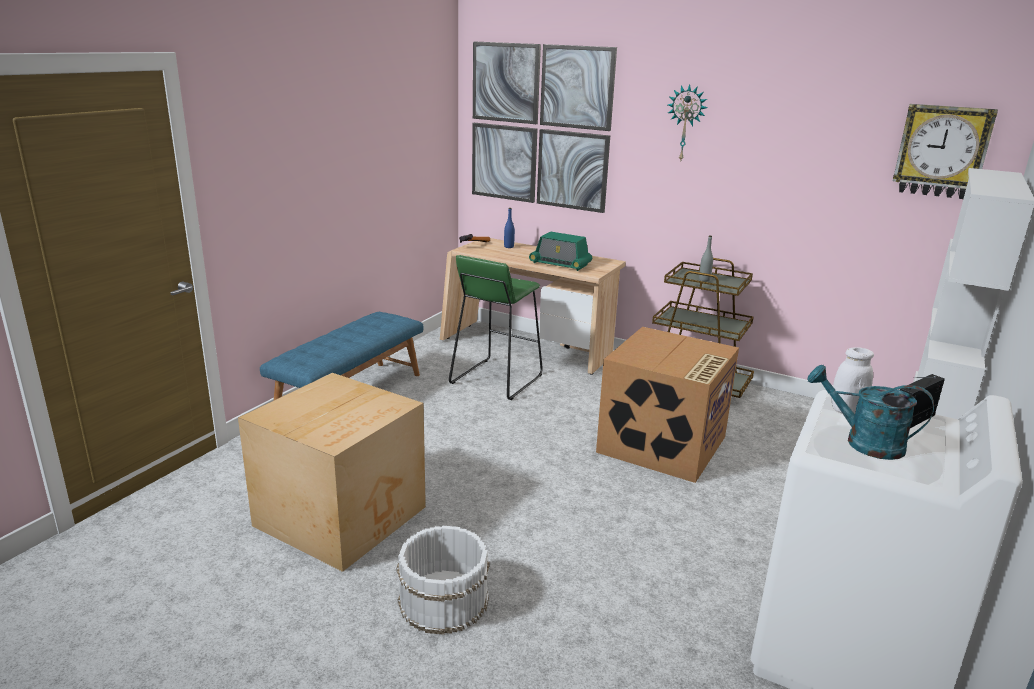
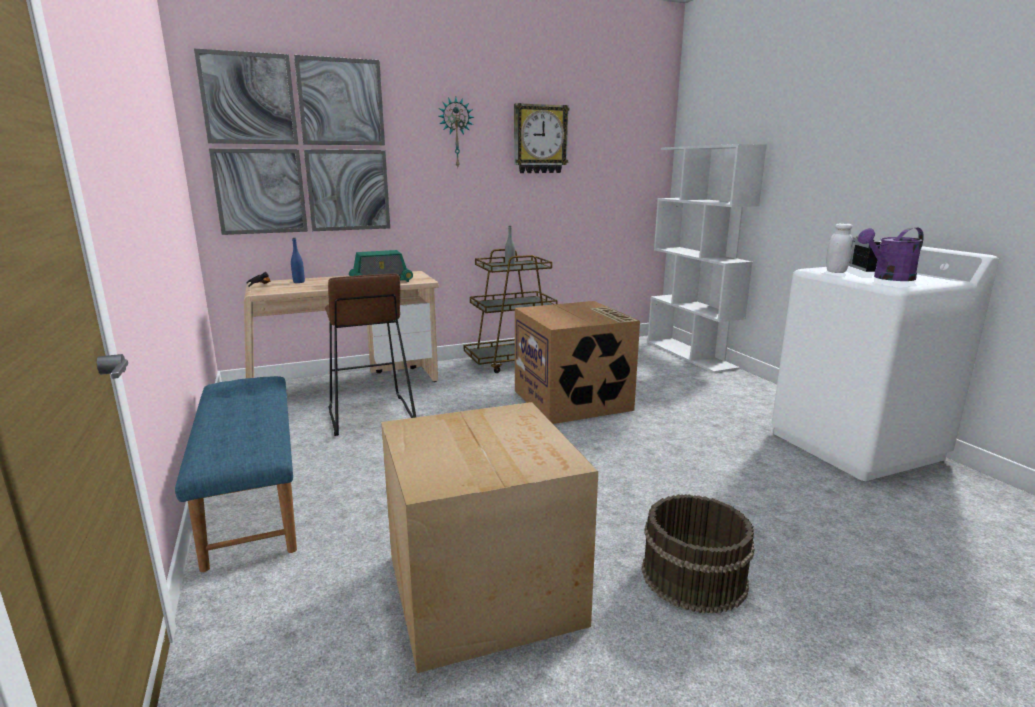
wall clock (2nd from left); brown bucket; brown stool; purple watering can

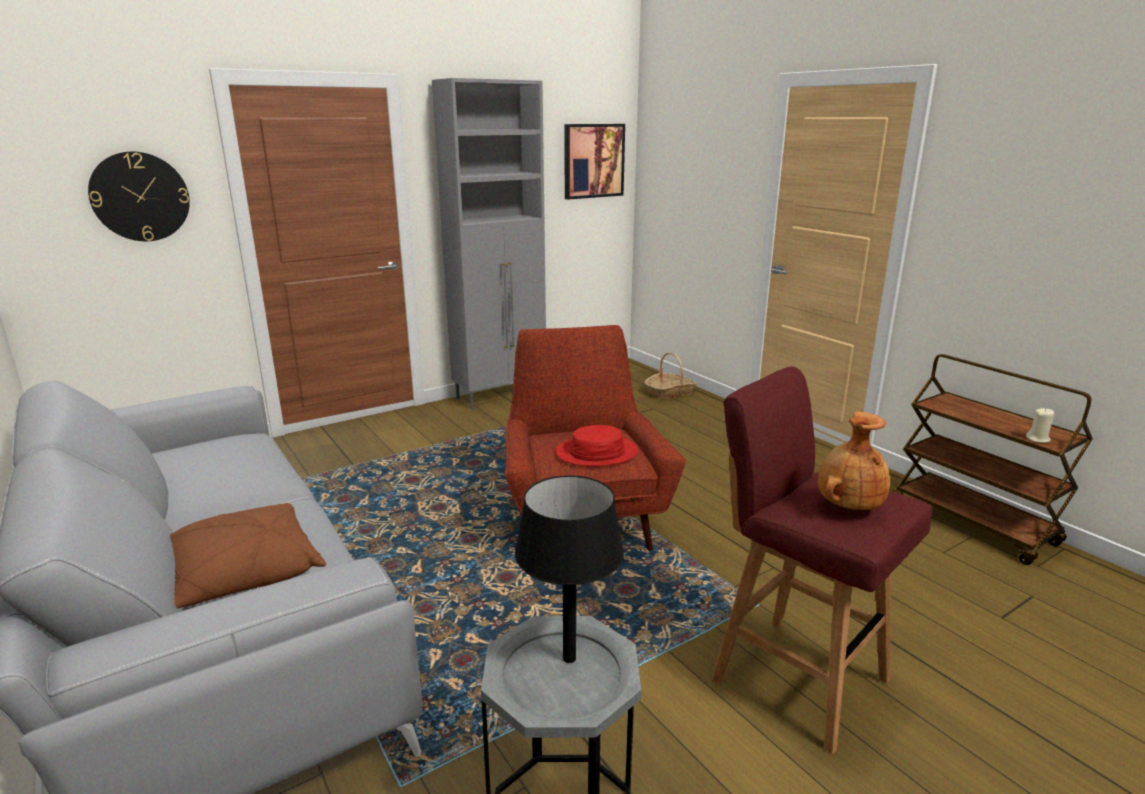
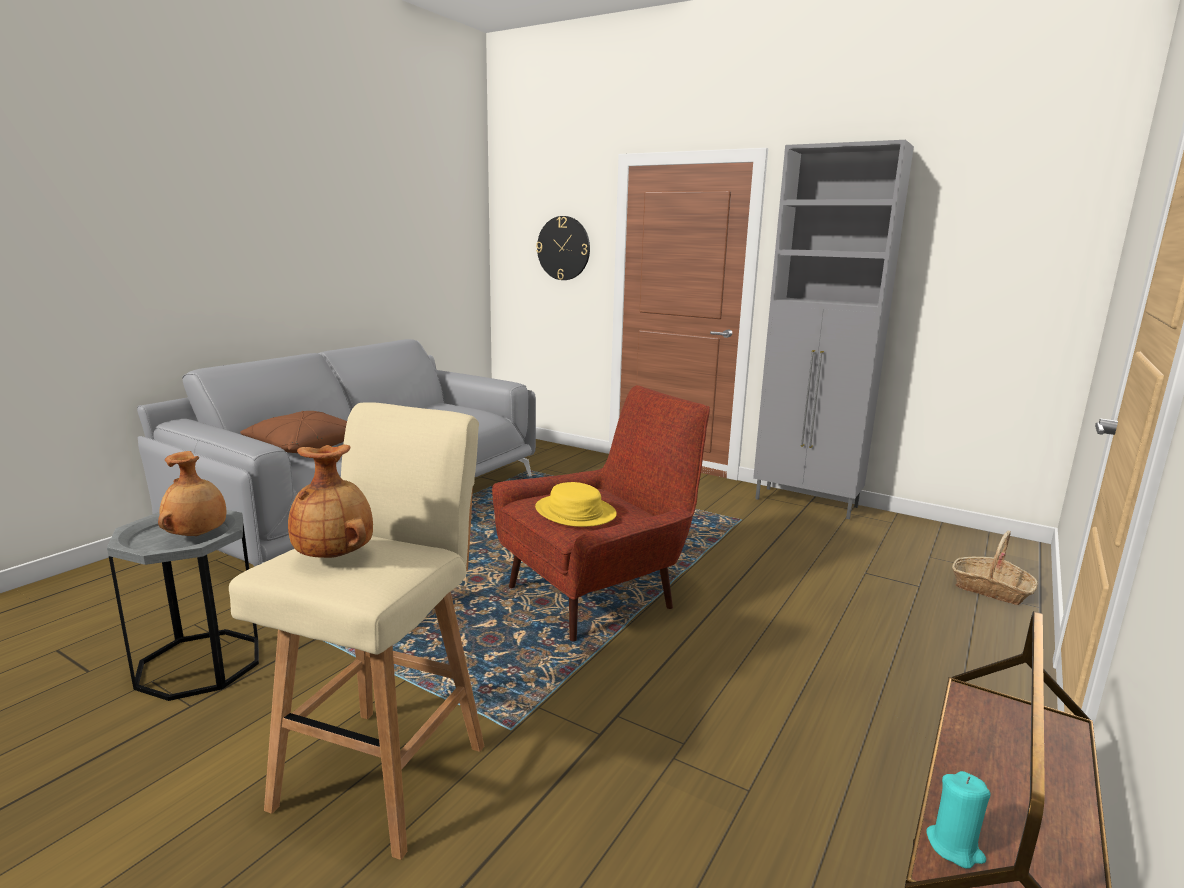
picture; brown vase (1st from left); yellow hat; beige stool; turquoise candle

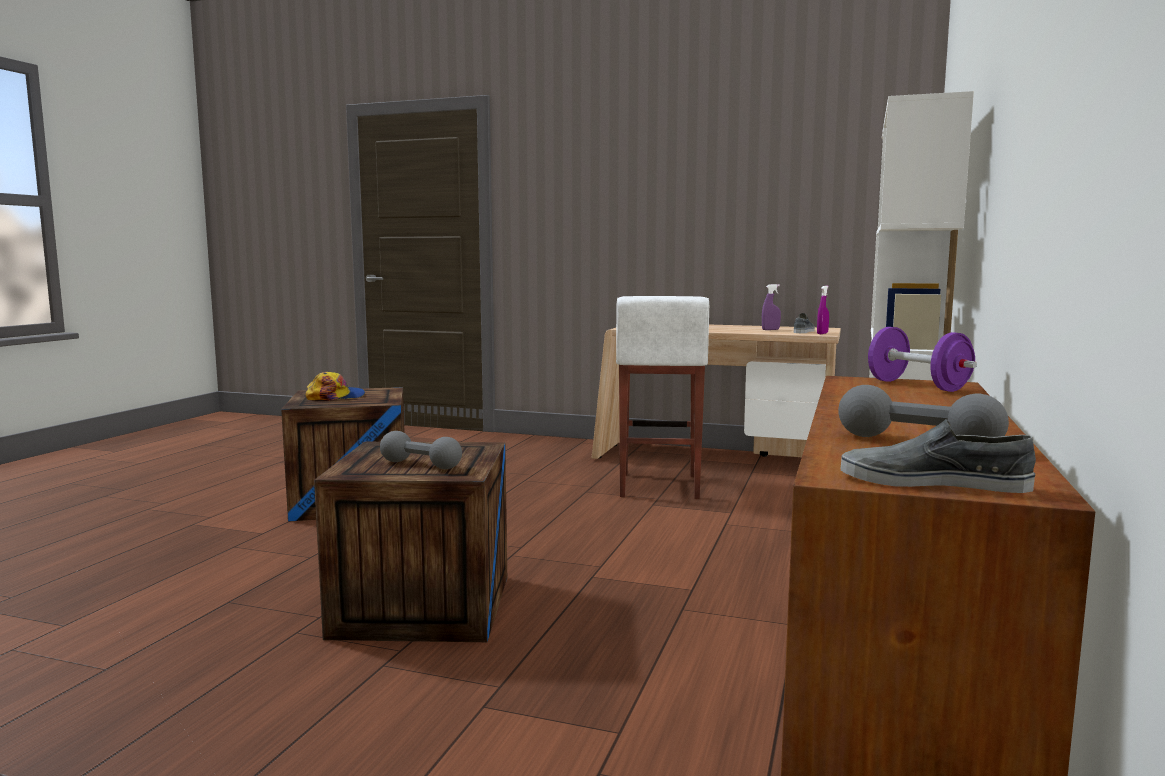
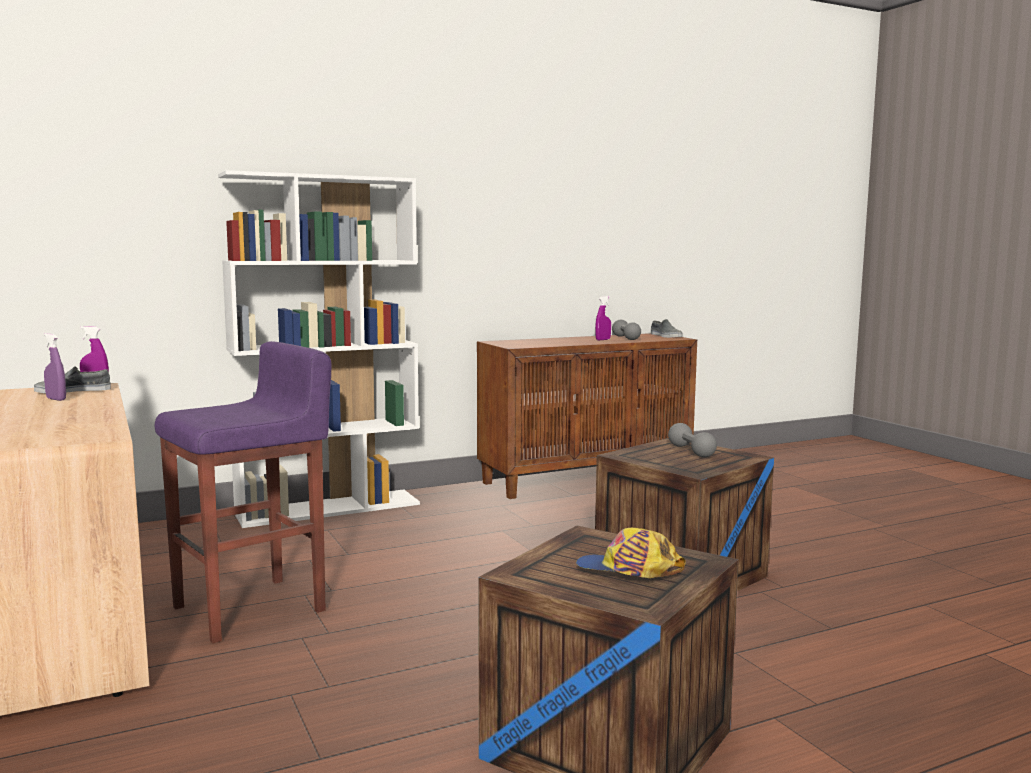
purple dumbbell; purple spray bottle (3rd from left); purple stool

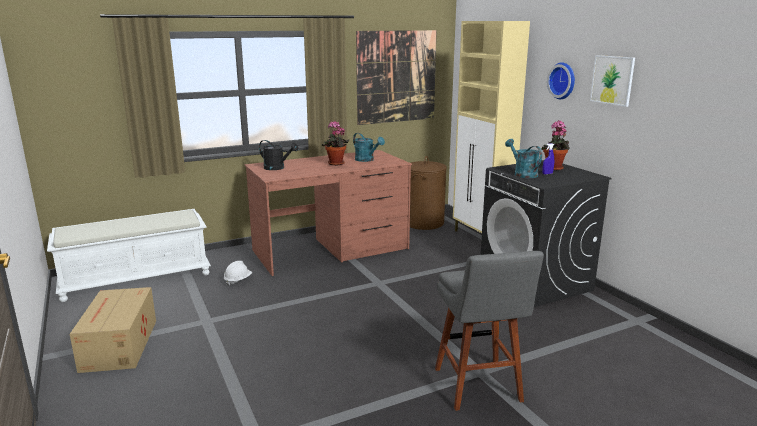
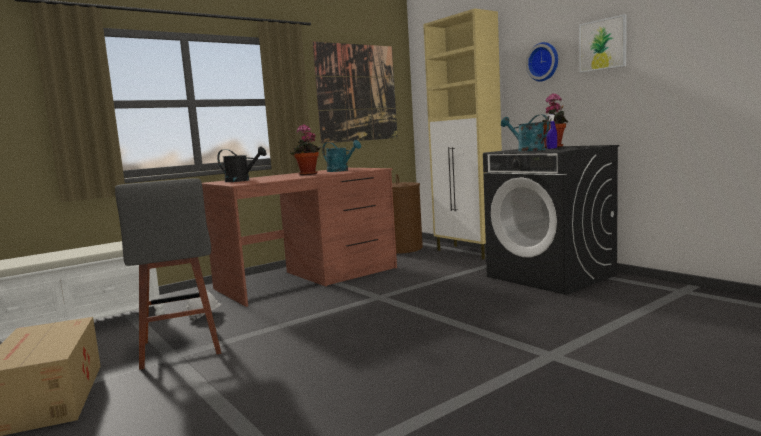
grey stool

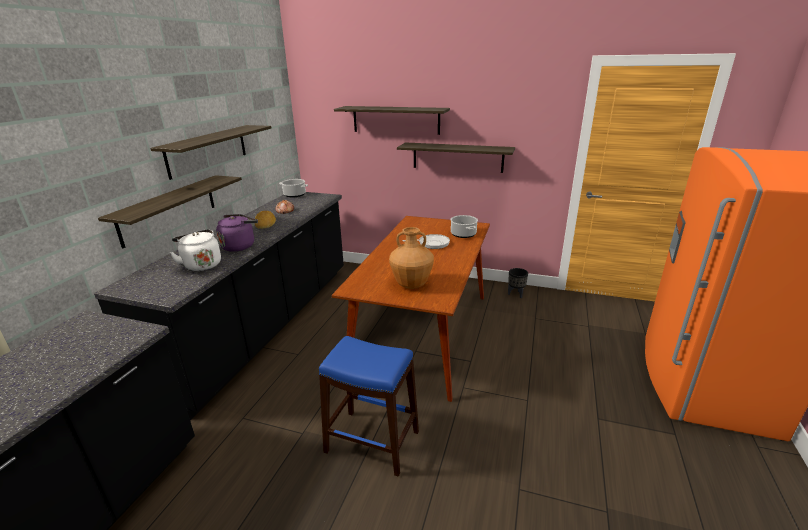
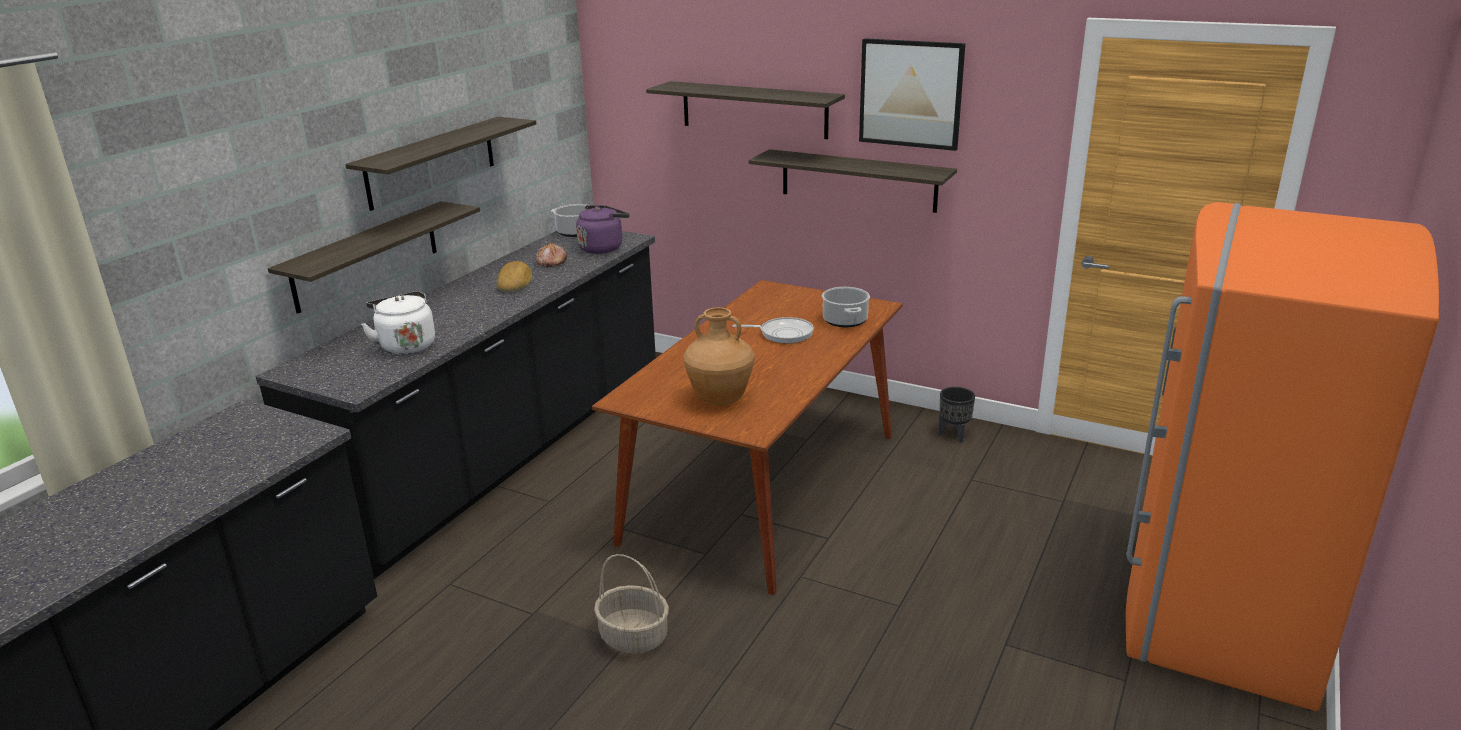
picture; purple kettle; basket

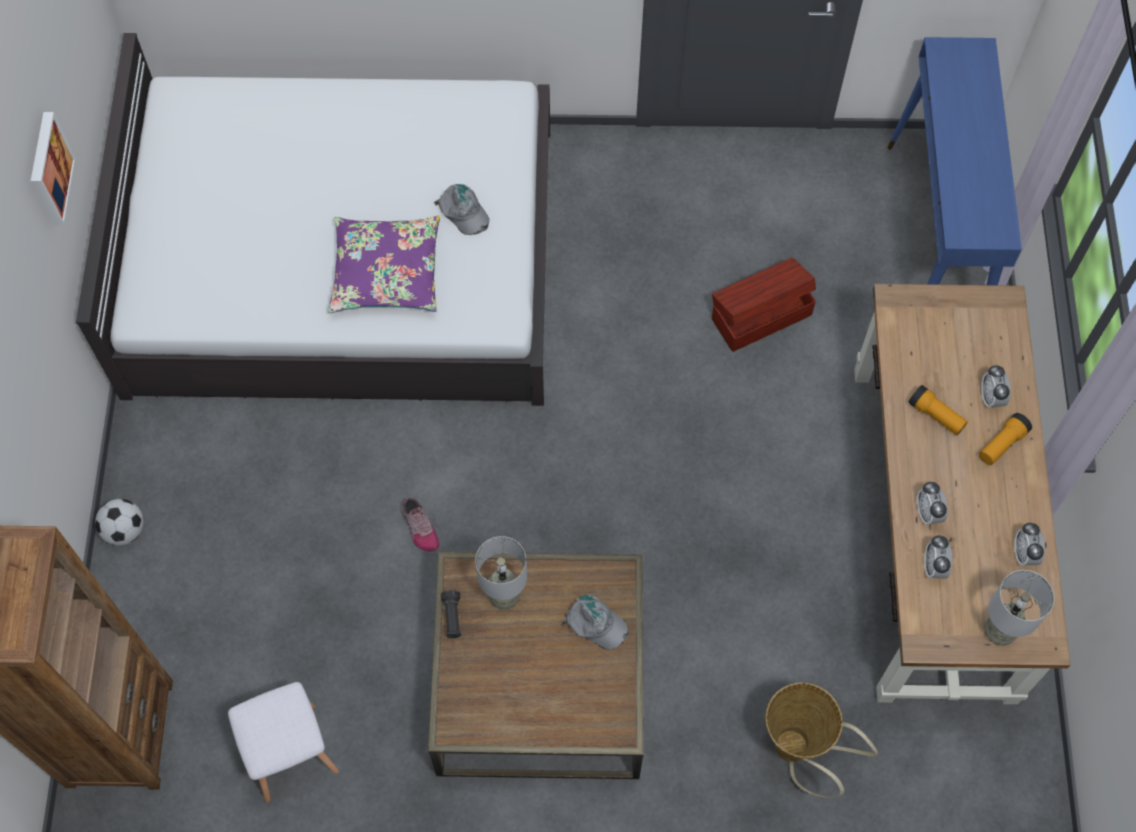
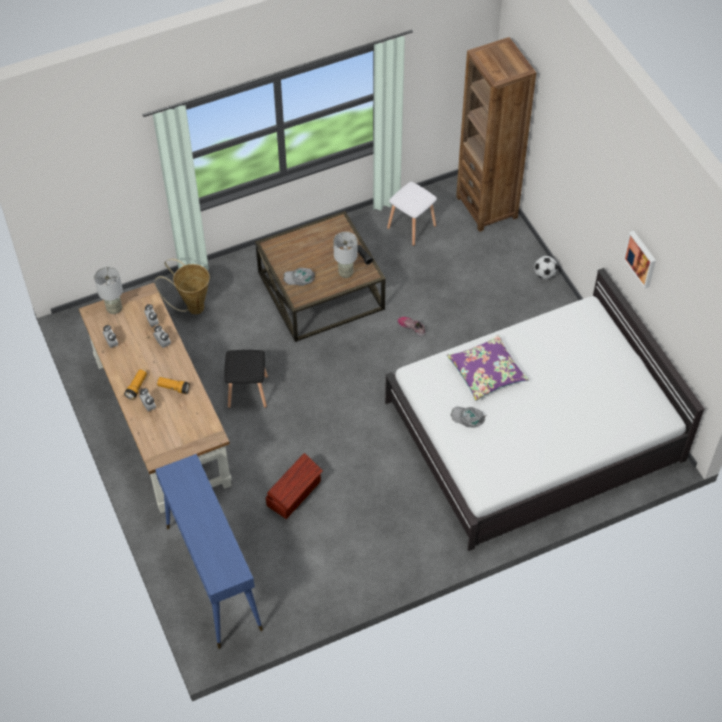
black stool

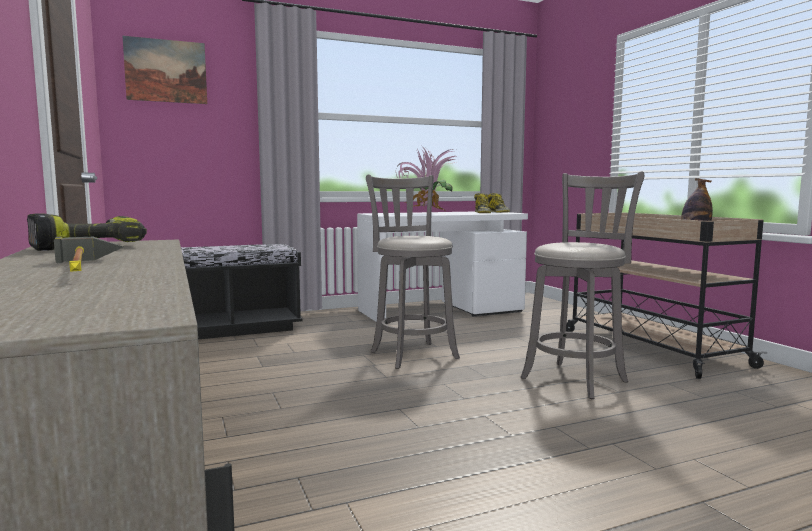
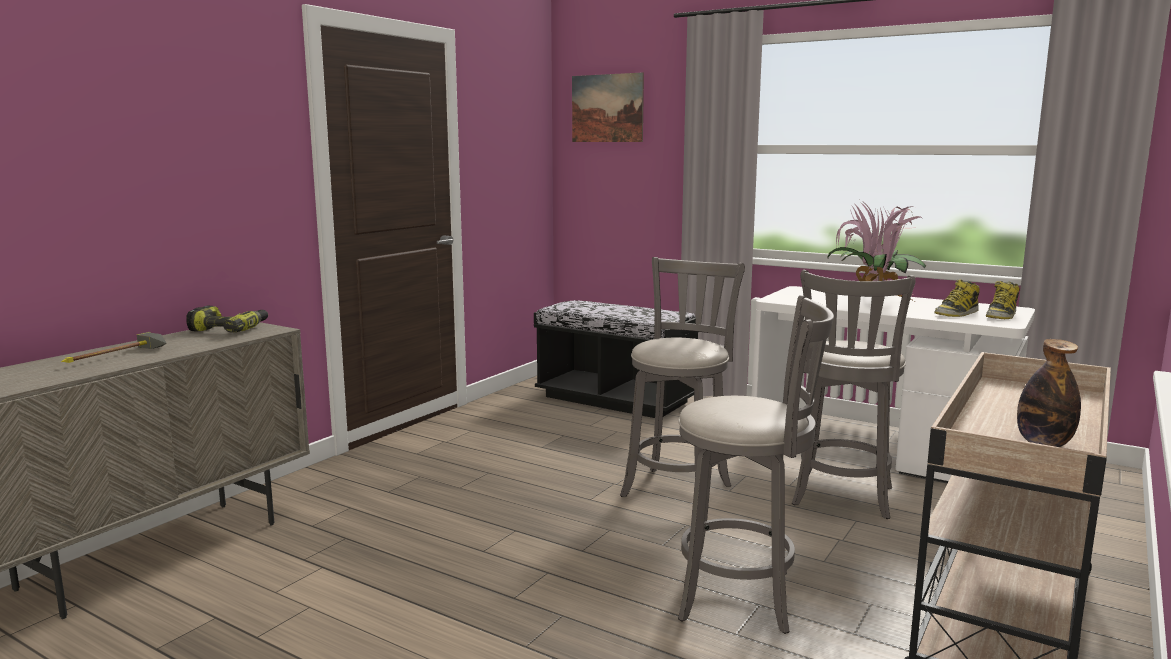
grey stool (3rd from left)

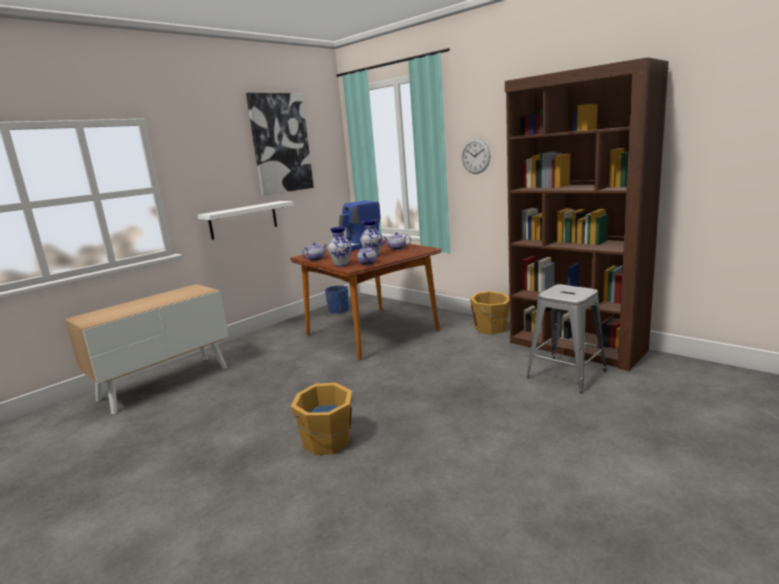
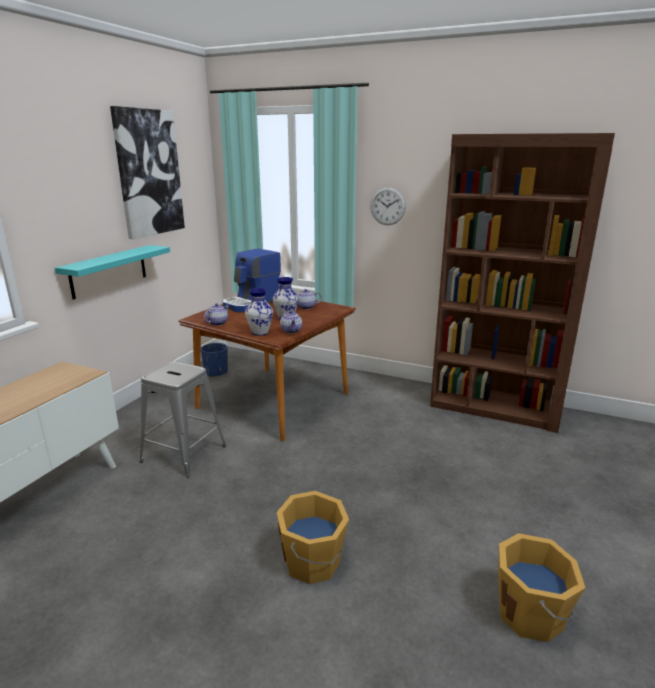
orange bucket (2nd from left); grey stool; turquoise shelf

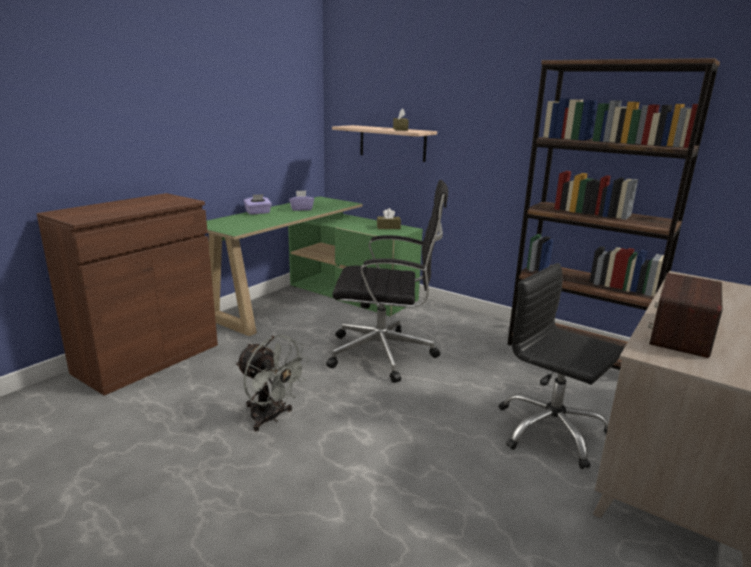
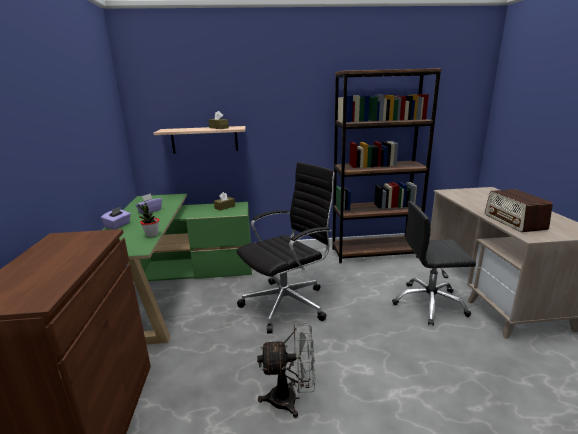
potted plant

